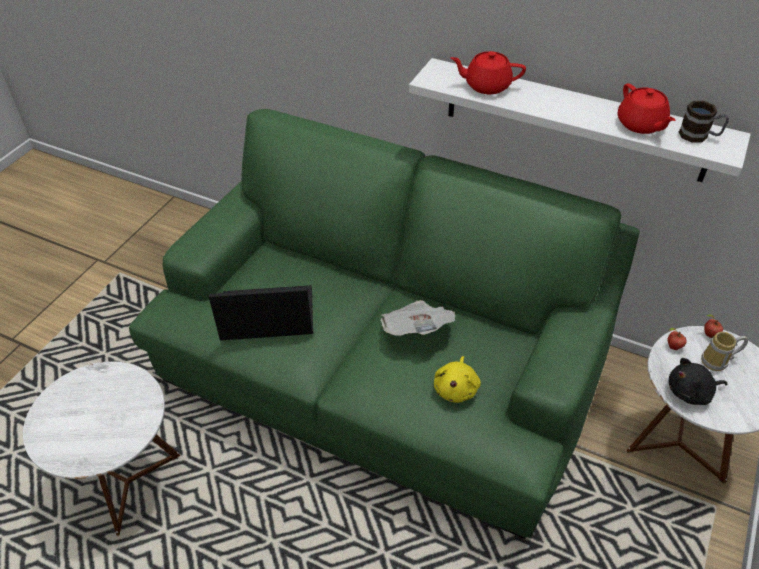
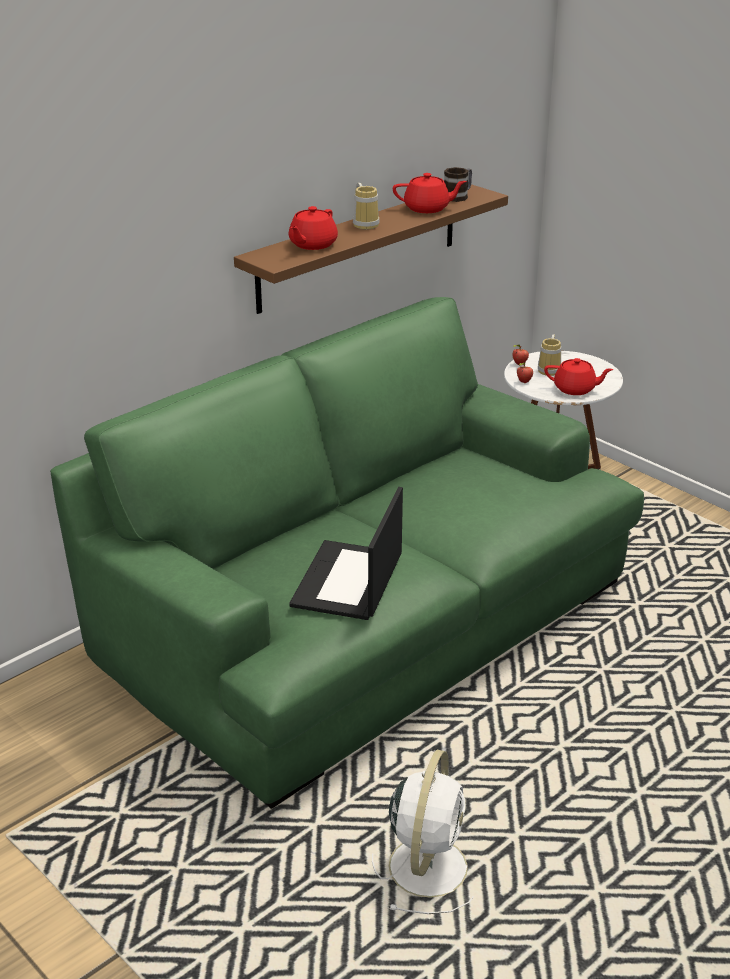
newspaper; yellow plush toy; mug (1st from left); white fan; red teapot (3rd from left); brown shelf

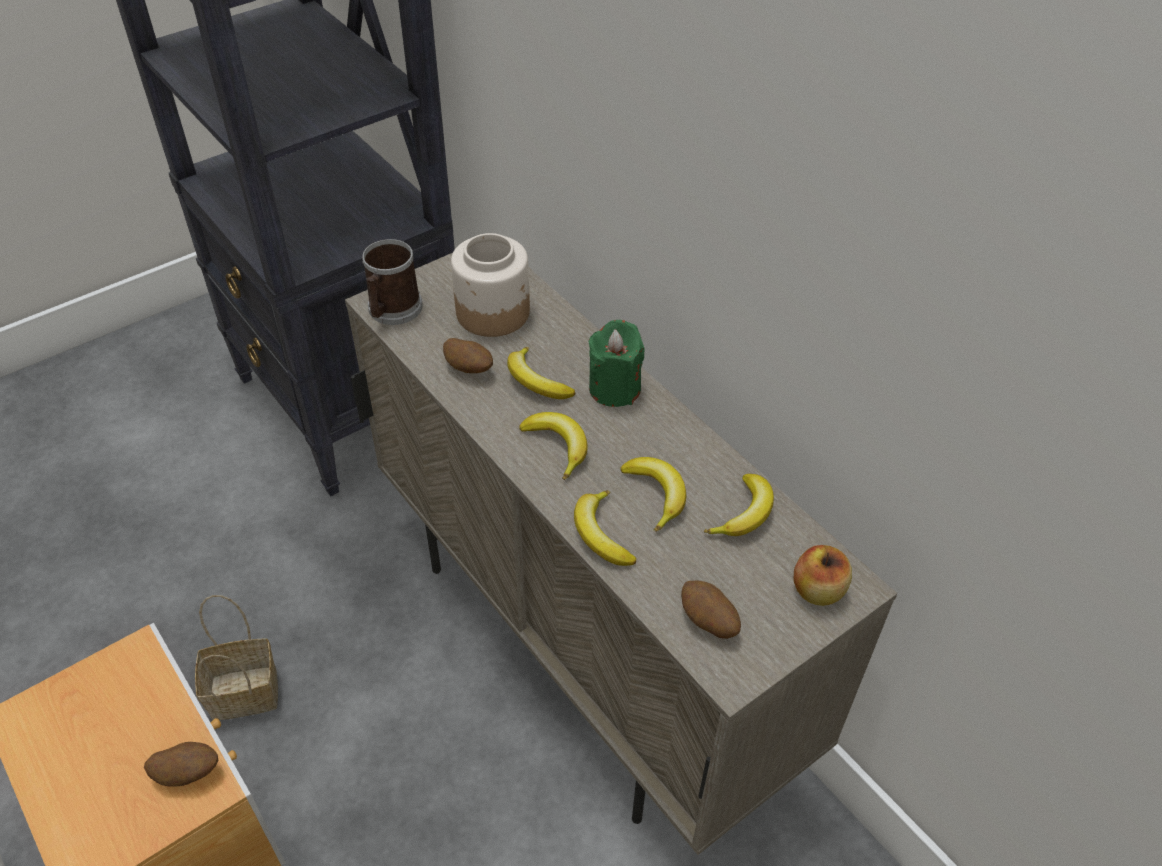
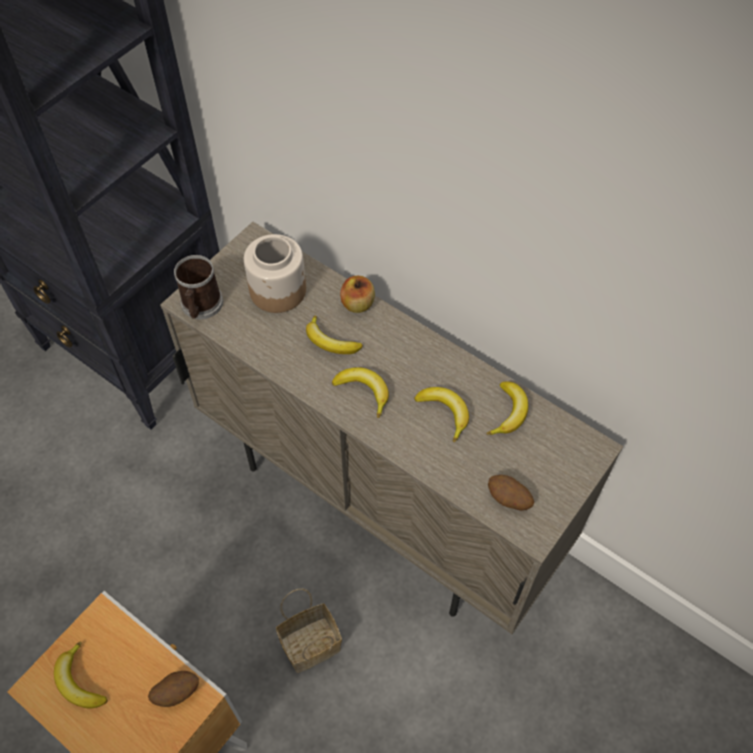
potato (2nd from left in the first image); green candle; basket; banana (1st from left); apple

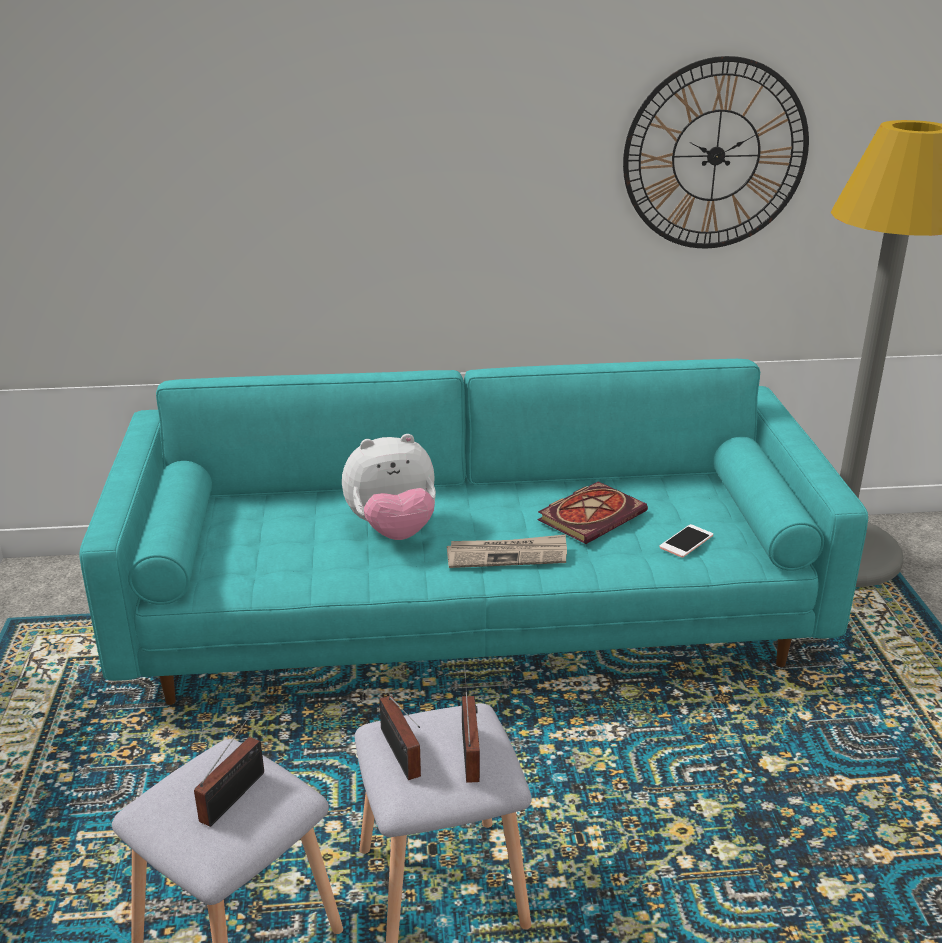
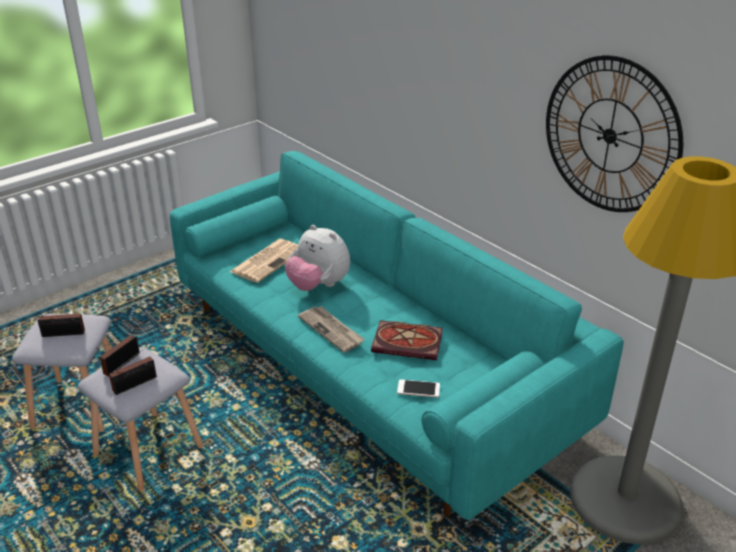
newspaper (1st from left)

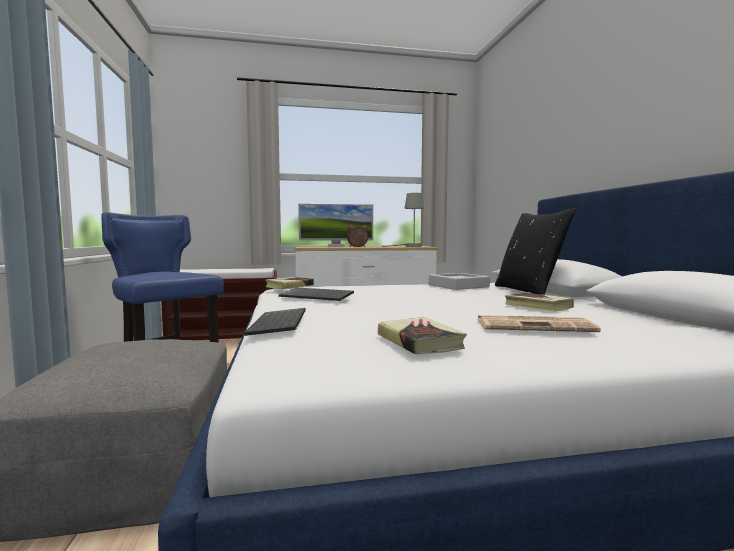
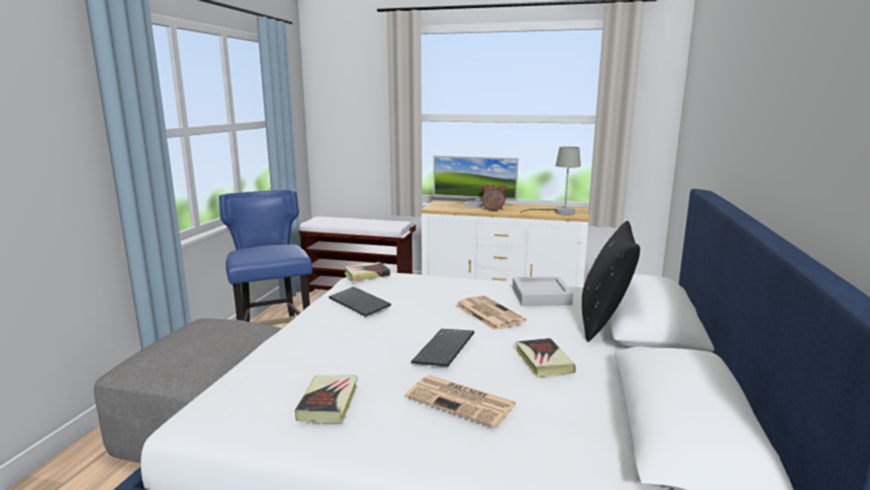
newspaper (2nd from left); keyboard (2nd from left)

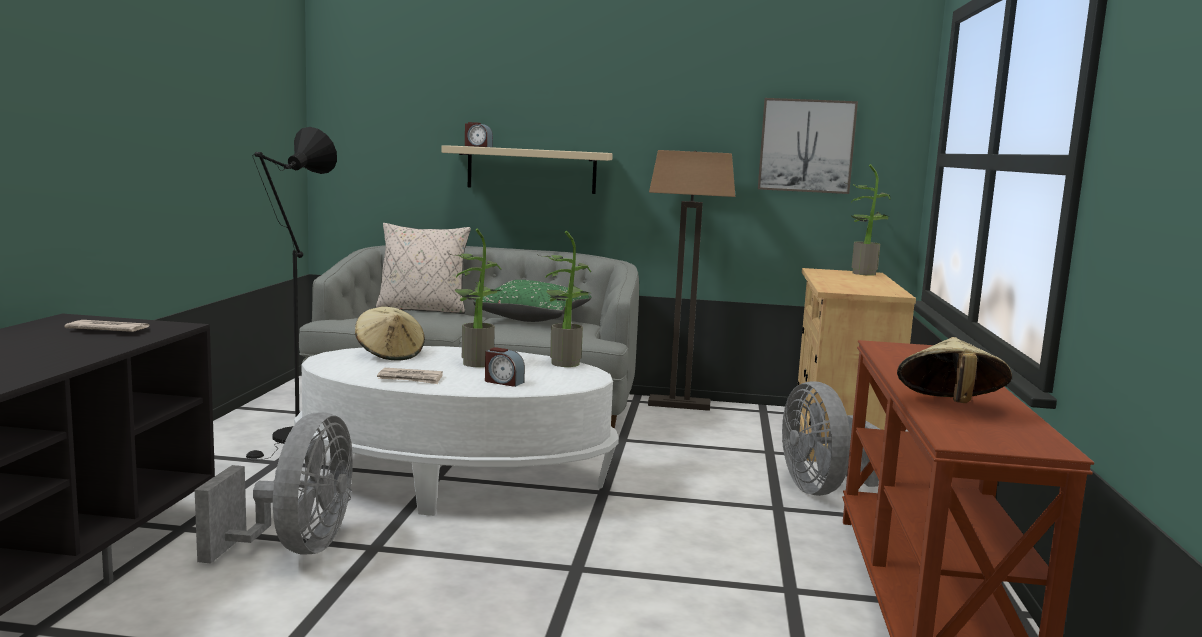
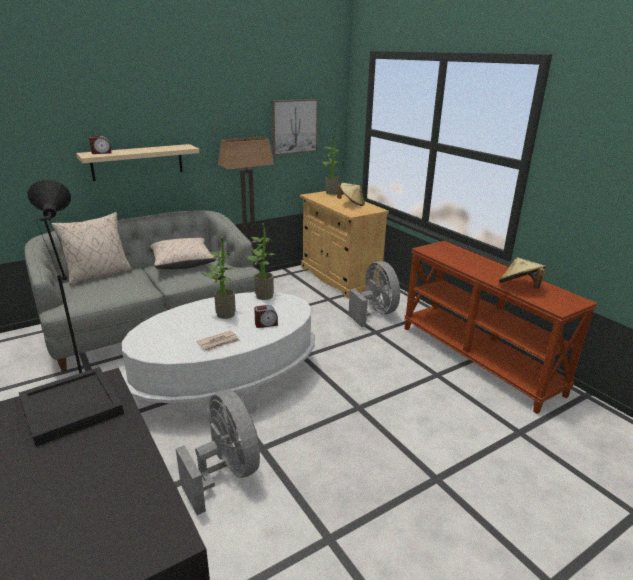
beige hat (1st from left); black tray; beige pillow (2nd from left); grey fan (2nd from left)

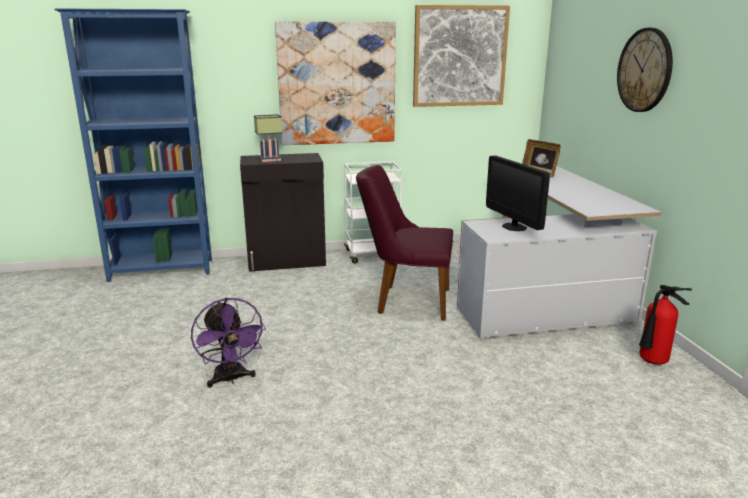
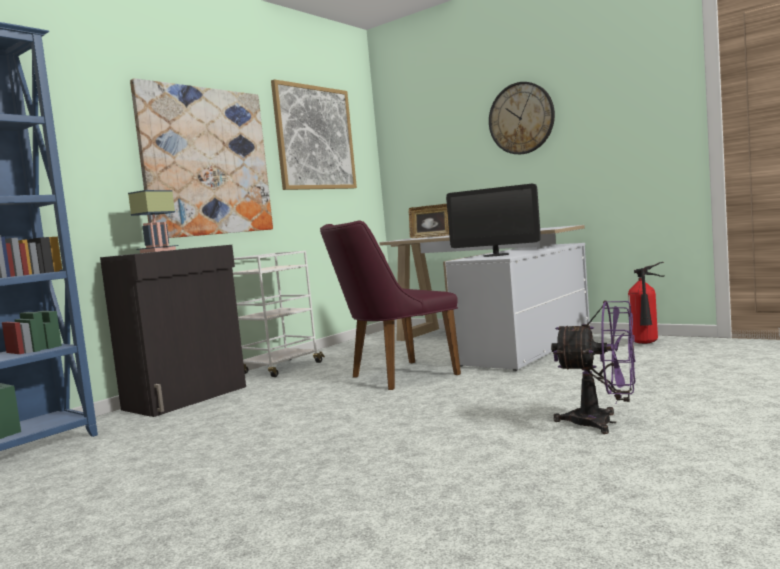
purple fan

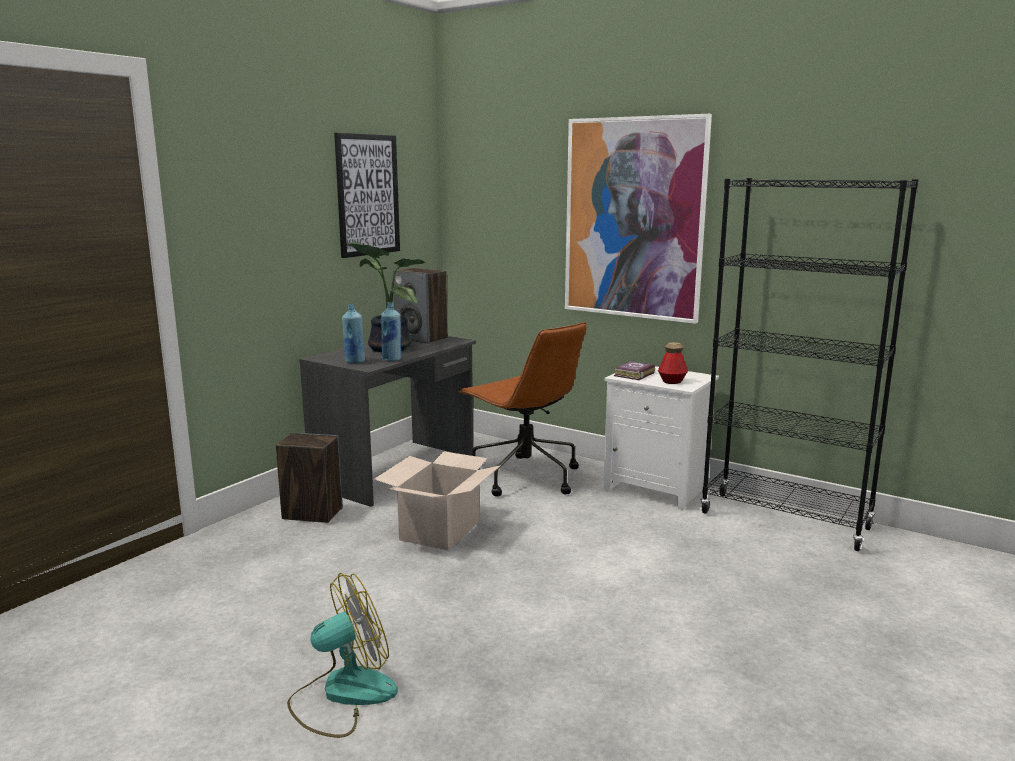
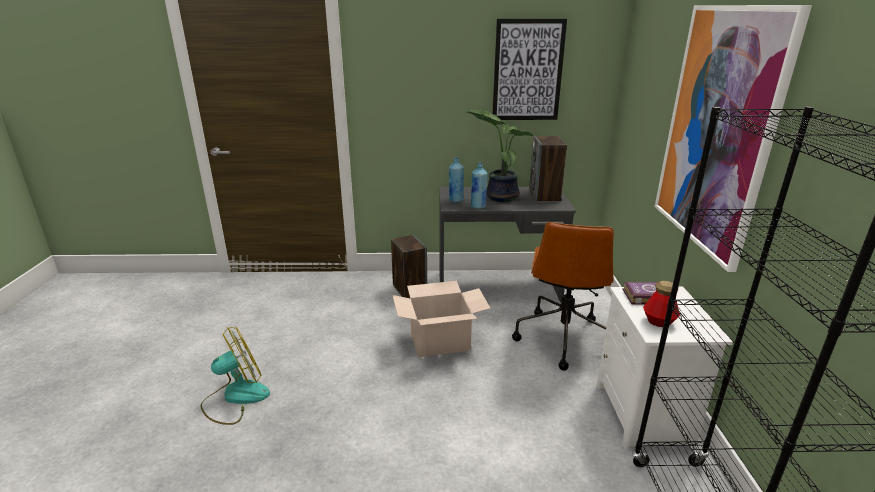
fan

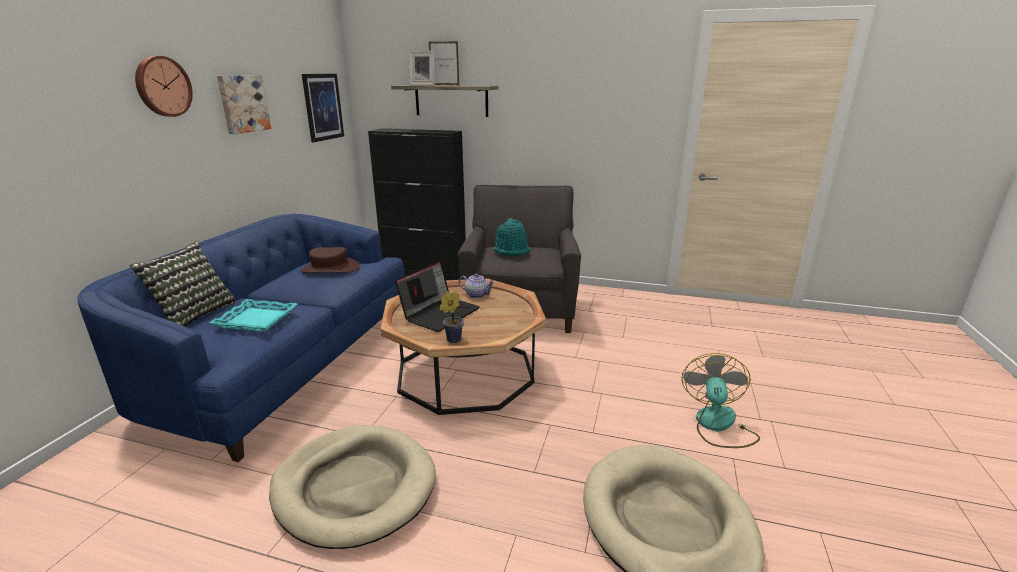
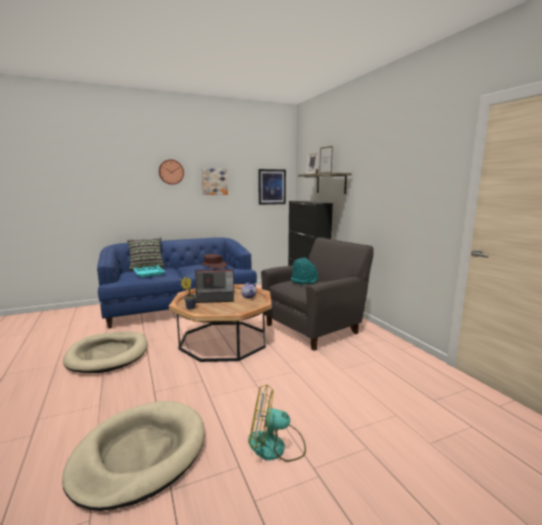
fan

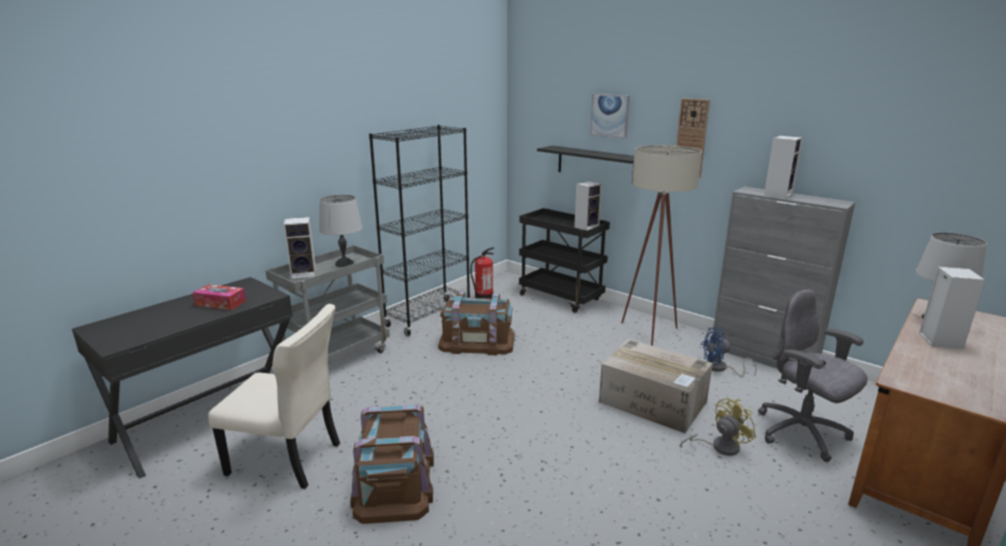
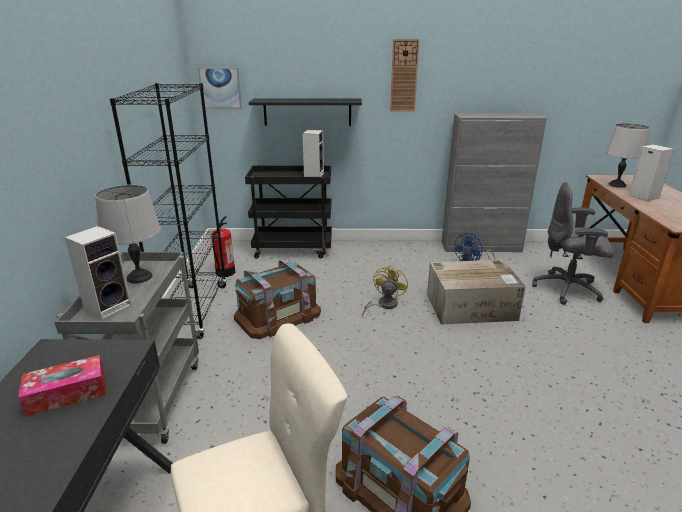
beige floor lamp; speaker (3rd from left in the first image); picture; yellow fan

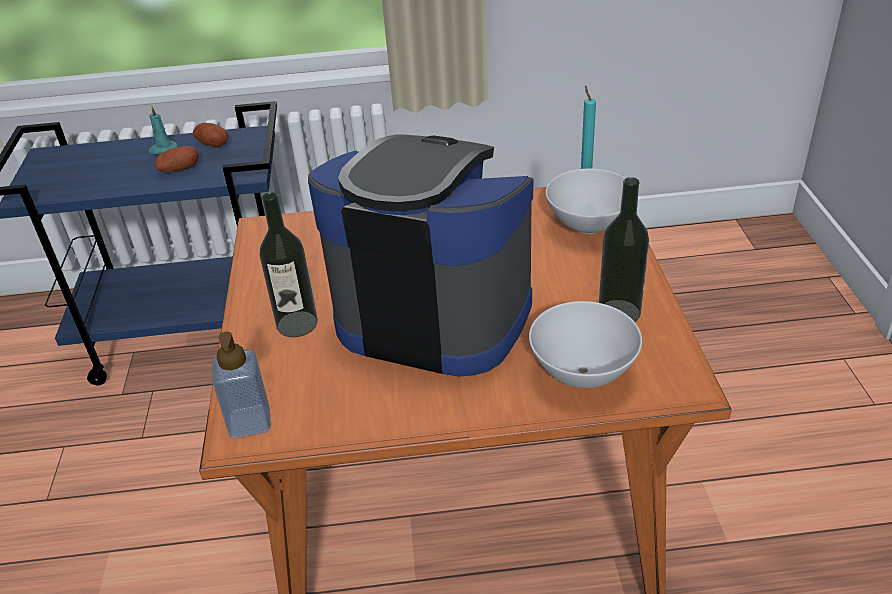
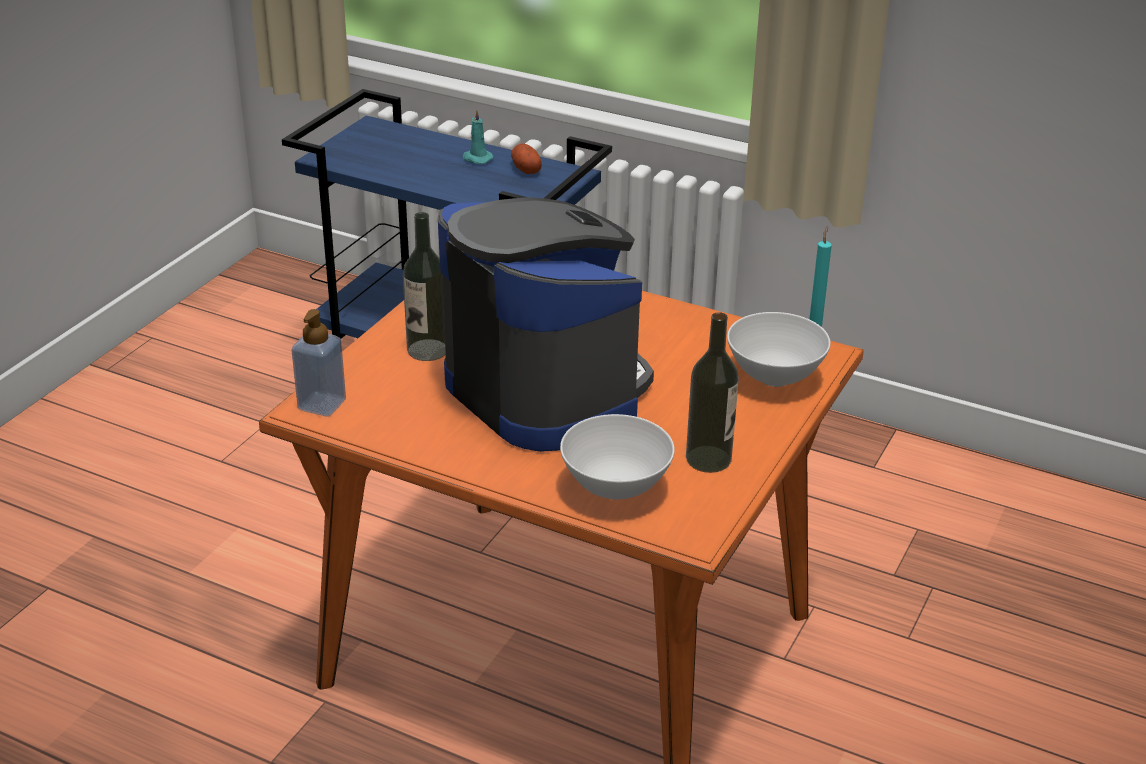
potato (1st from left in the first image)

